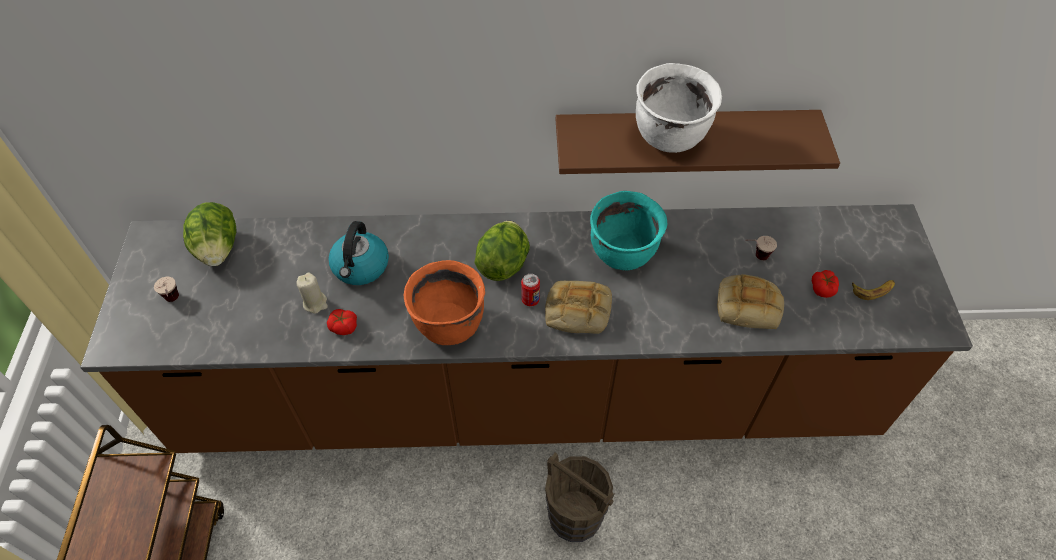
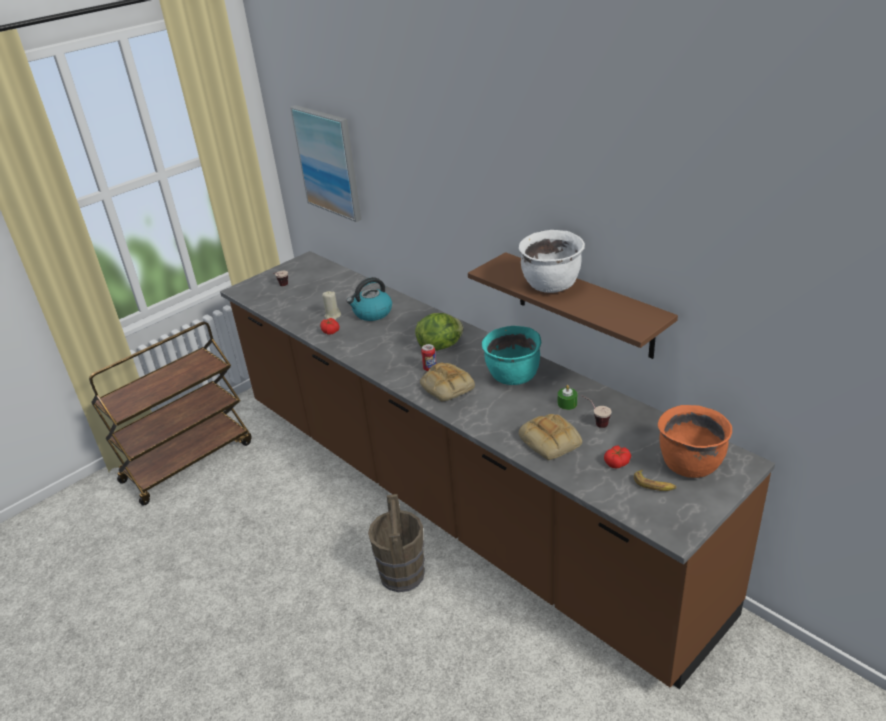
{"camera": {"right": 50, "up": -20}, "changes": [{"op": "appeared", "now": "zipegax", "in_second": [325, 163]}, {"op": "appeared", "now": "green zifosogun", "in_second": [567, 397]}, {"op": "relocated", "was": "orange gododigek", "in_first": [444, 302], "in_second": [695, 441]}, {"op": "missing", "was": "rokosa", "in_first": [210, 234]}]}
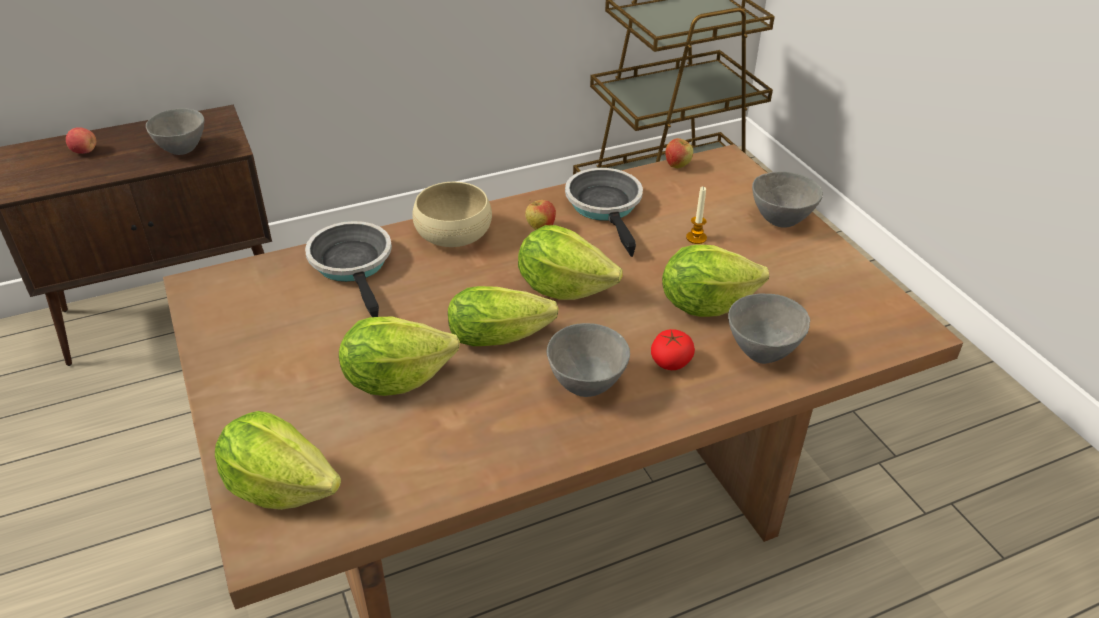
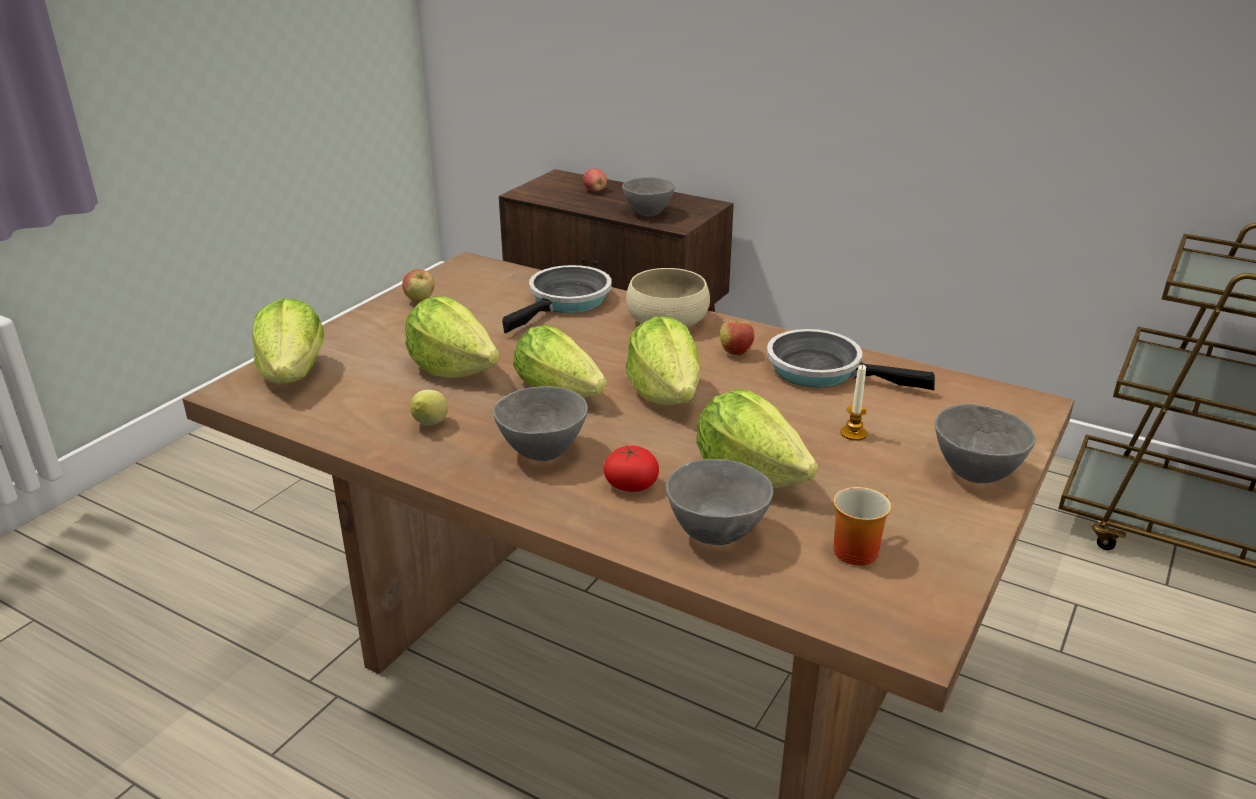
{"camera": {"right": 55, "up": -10}, "changes": [{"op": "relocated", "was": "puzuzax", "in_first": [679, 153], "in_second": [418, 286]}, {"op": "appeared", "now": "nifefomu", "in_second": [429, 408]}, {"op": "spun", "was": "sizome", "in_first": [604, 212], "in_second": [851, 359], "clockwise": -105}, {"op": "appeared", "now": "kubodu", "in_second": [862, 526]}]}
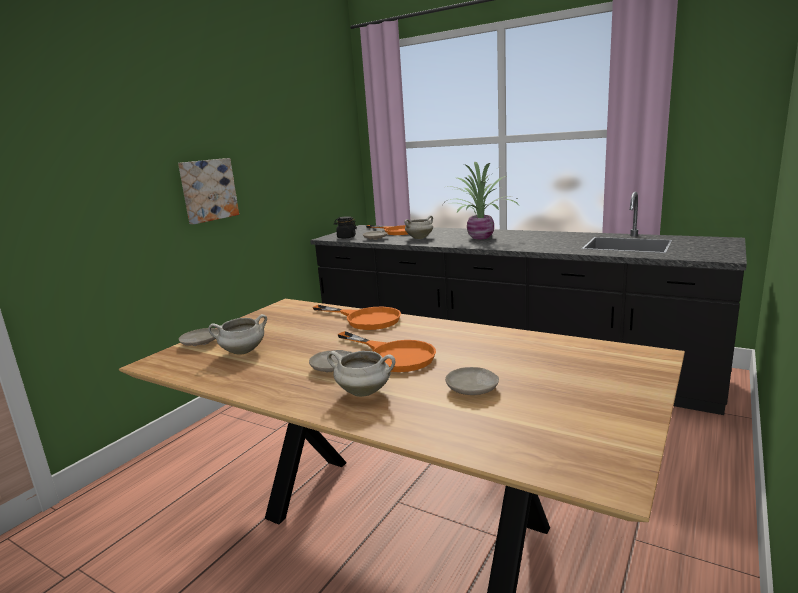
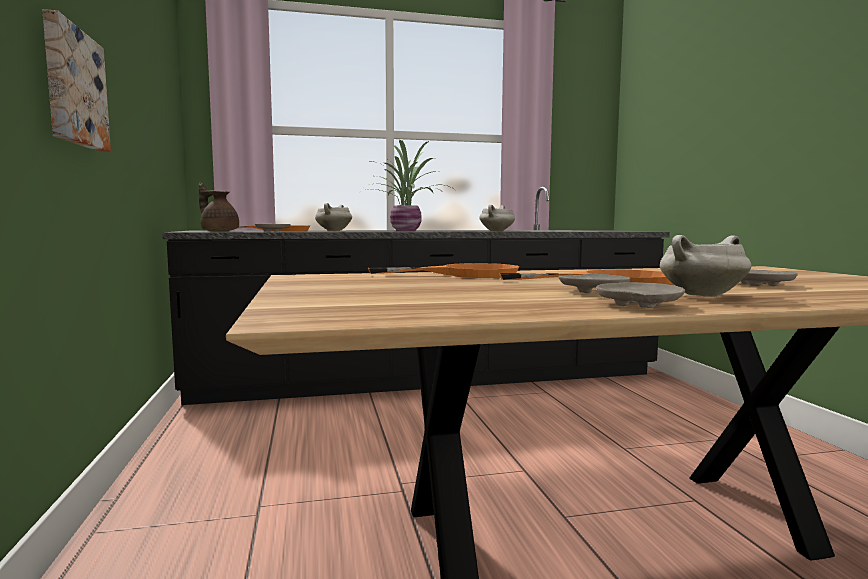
{"camera": {"right": -45, "up": -10}, "changes": [{"op": "exchanged", "was": "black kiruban", "now": "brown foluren", "in_first": [345, 227], "in_second": [219, 207]}, {"op": "relocated", "was": "white gododigek", "in_first": [237, 334], "in_second": [497, 218]}, {"op": "relocated", "was": "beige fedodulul", "in_first": [199, 337], "in_second": [640, 295]}]}
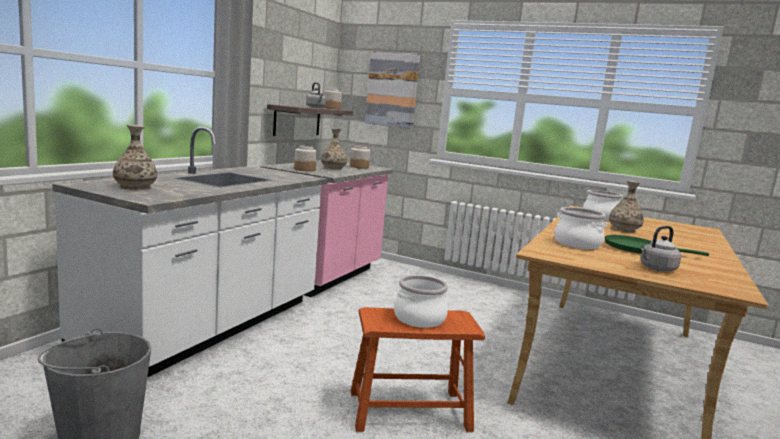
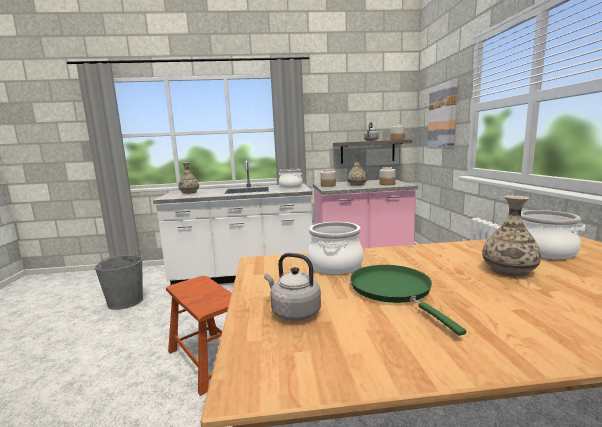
{"camera": {"right": 60, "up": 0}, "changes": [{"op": "relocated", "was": "gododigek", "in_first": [421, 301], "in_second": [290, 178]}]}
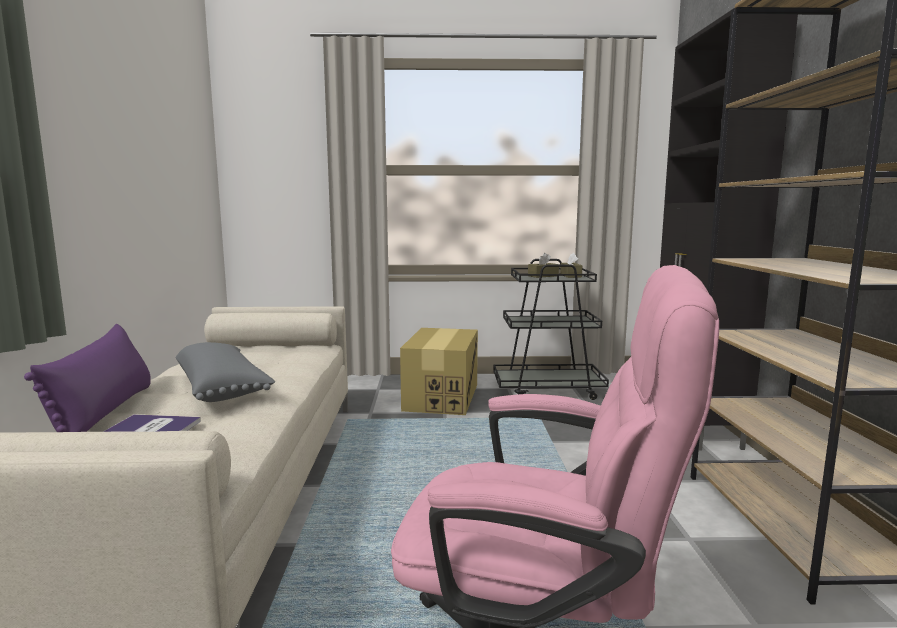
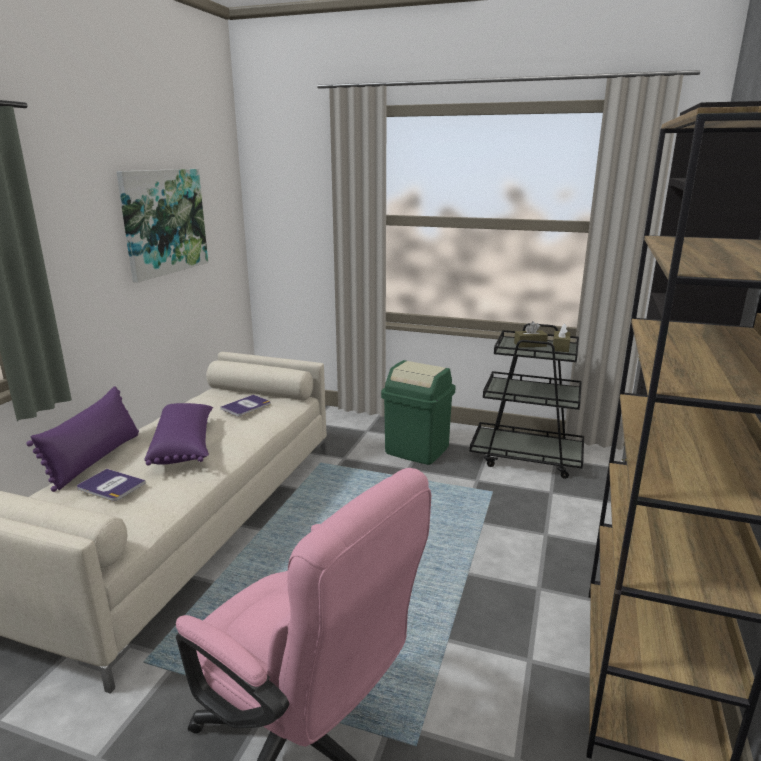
{"camera": {"right": 20, "up": 10}, "changes": [{"op": "appeared", "now": "zipegax", "in_second": [162, 225]}, {"op": "colour", "was": "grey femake", "now": "purple femake", "in_first": [226, 372], "in_second": [178, 434]}, {"op": "appeared", "now": "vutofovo", "in_second": [245, 405]}, {"op": "exchanged", "was": "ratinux", "now": "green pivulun", "in_first": [439, 371], "in_second": [418, 412]}]}
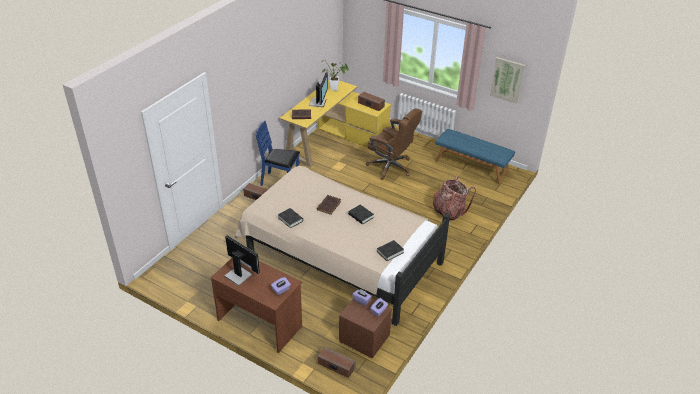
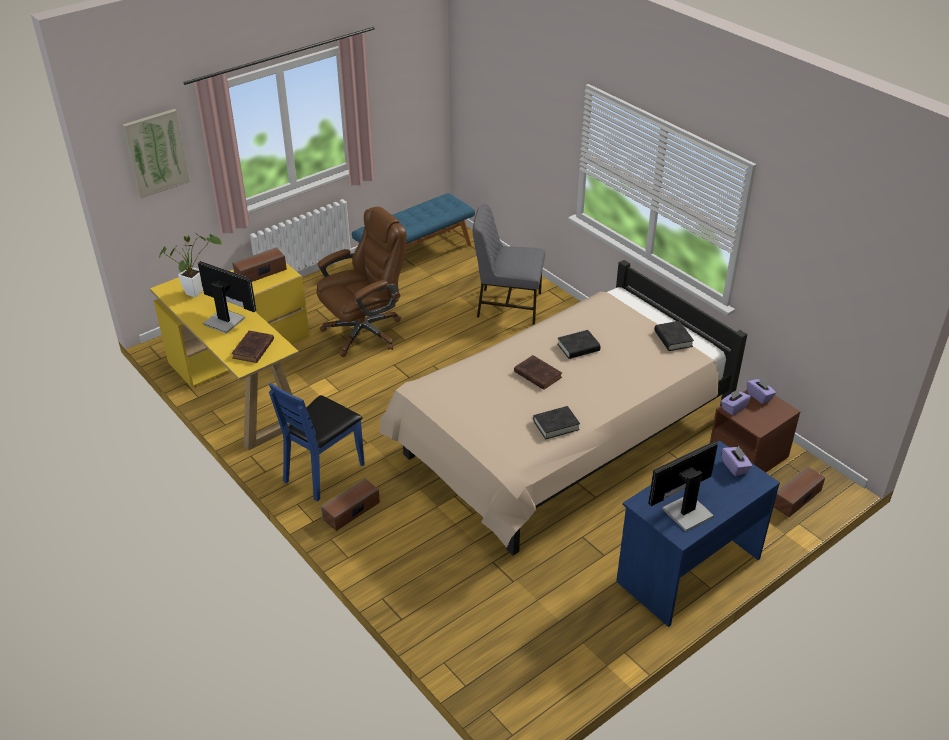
{"camera": {"right": -70, "up": 0}, "changes": [{"op": "relocated", "was": "zipegax", "in_first": [507, 80], "in_second": [156, 153]}, {"op": "exchanged", "was": "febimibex", "now": "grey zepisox", "in_first": [454, 198], "in_second": [509, 264]}, {"op": "colour", "was": "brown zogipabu", "now": "blue zogipabu", "in_first": [256, 305], "in_second": [698, 533]}]}
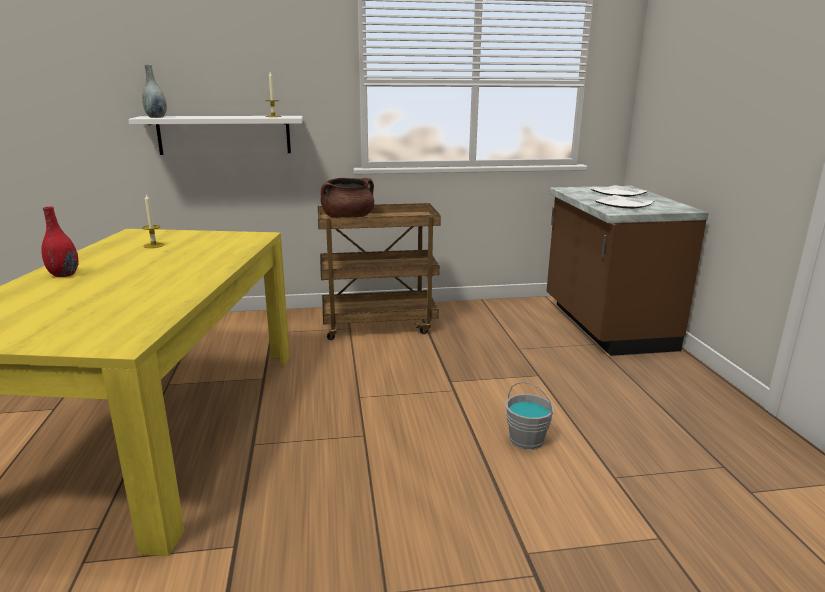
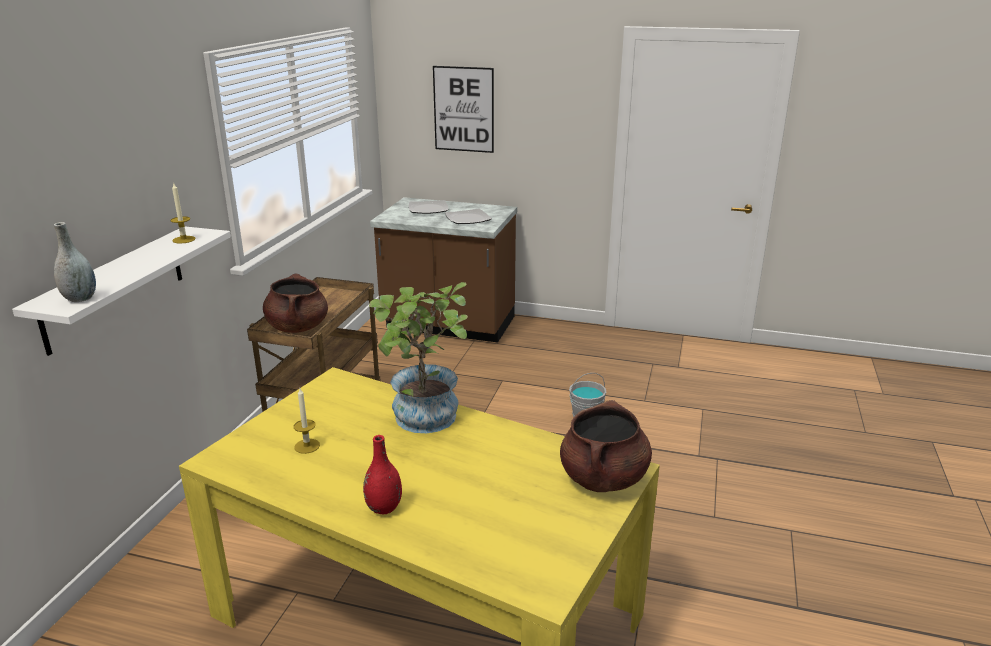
{"camera": {"right": -65, "up": 5}, "changes": [{"op": "appeared", "now": "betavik", "in_second": [418, 357]}, {"op": "appeared", "now": "zipegax", "in_second": [463, 109]}, {"op": "appeared", "now": "brown gododigek", "in_second": [606, 446]}]}
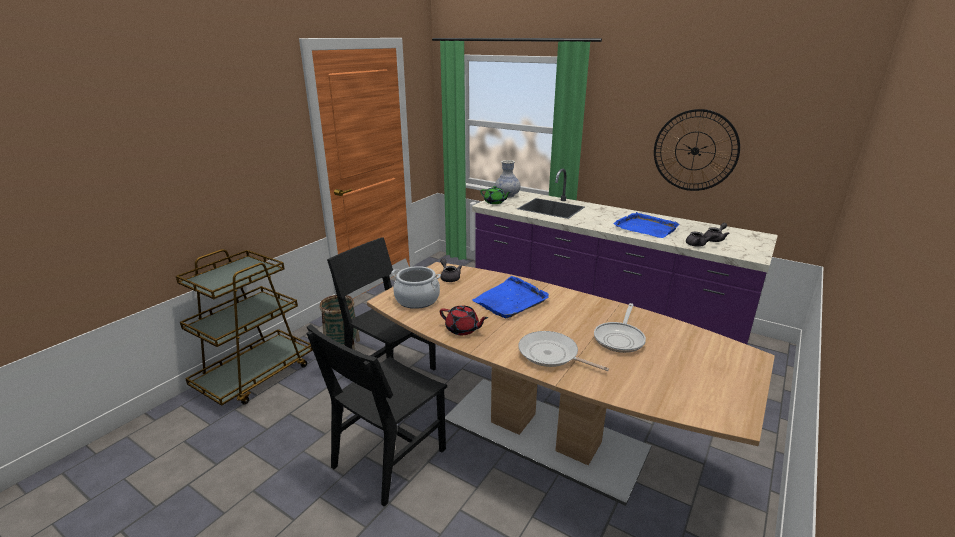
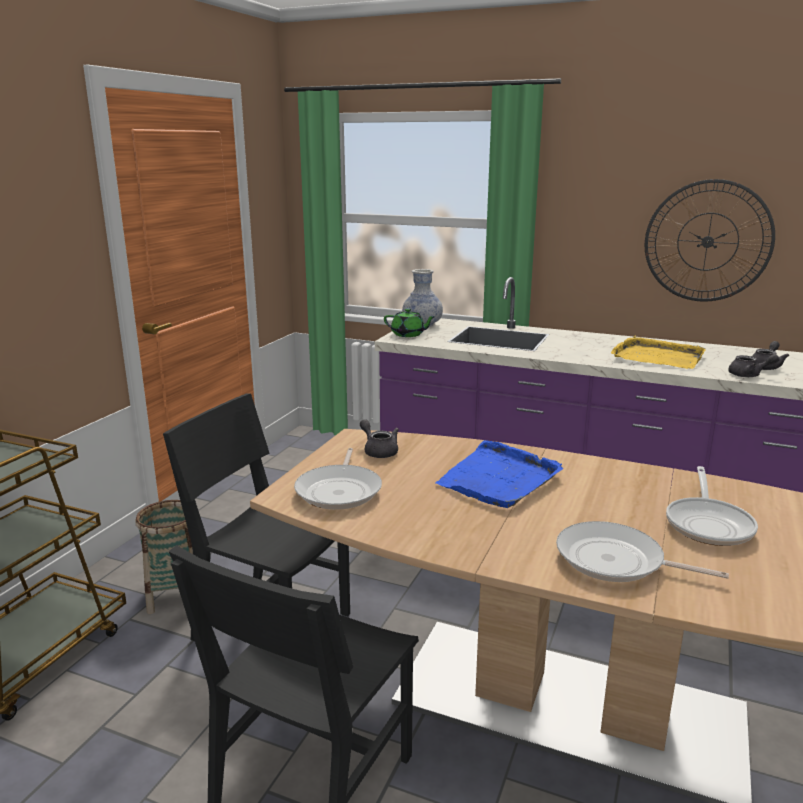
{"camera": {"right": -10, "up": -5}, "changes": [{"op": "exchanged", "was": "gododigek", "now": "sizome", "in_first": [416, 287], "in_second": [338, 479]}, {"op": "colour", "was": "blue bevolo", "now": "yellow bevolo", "in_first": [646, 225], "in_second": [658, 352]}, {"op": "missing", "was": "red foluren", "in_first": [464, 320]}]}
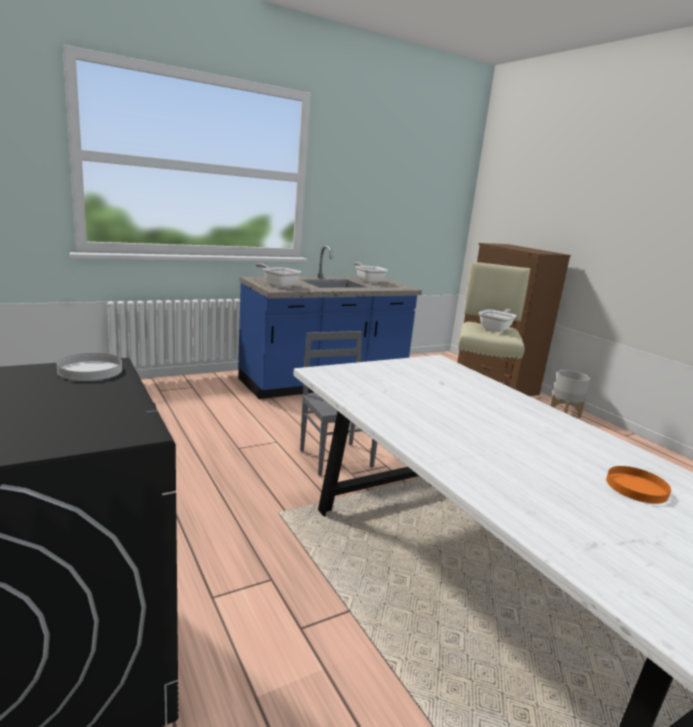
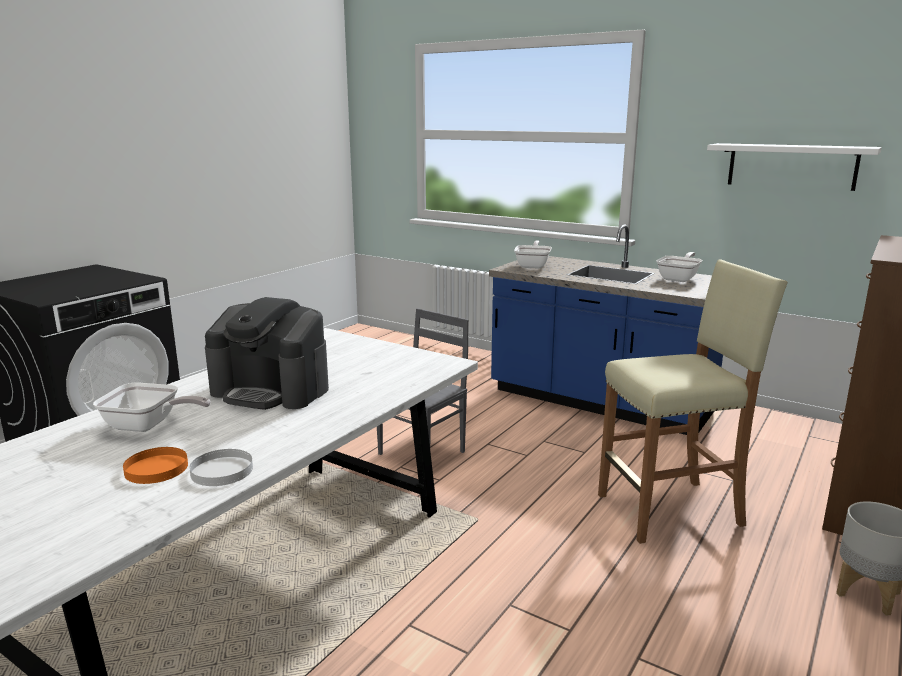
{"camera": {"right": 65, "up": 0}, "changes": [{"op": "relocated", "was": "sizome", "in_first": [498, 320], "in_second": [152, 407]}, {"op": "relocated", "was": "white fedodulul", "in_first": [89, 367], "in_second": [221, 467]}, {"op": "appeared", "now": "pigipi", "in_second": [267, 353]}, {"op": "appeared", "now": "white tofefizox", "in_second": [794, 167]}]}
